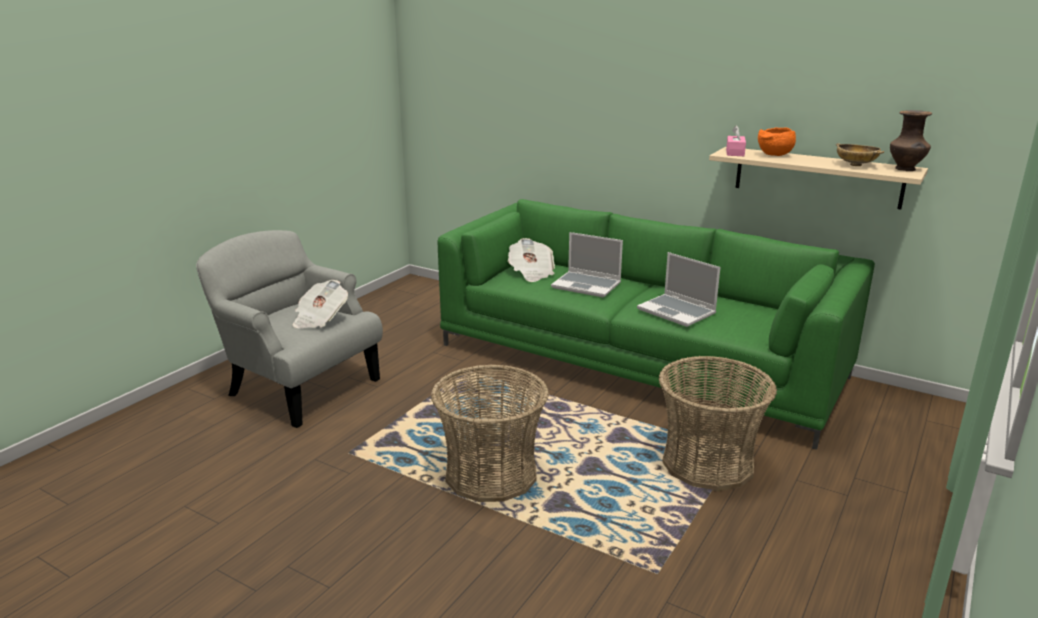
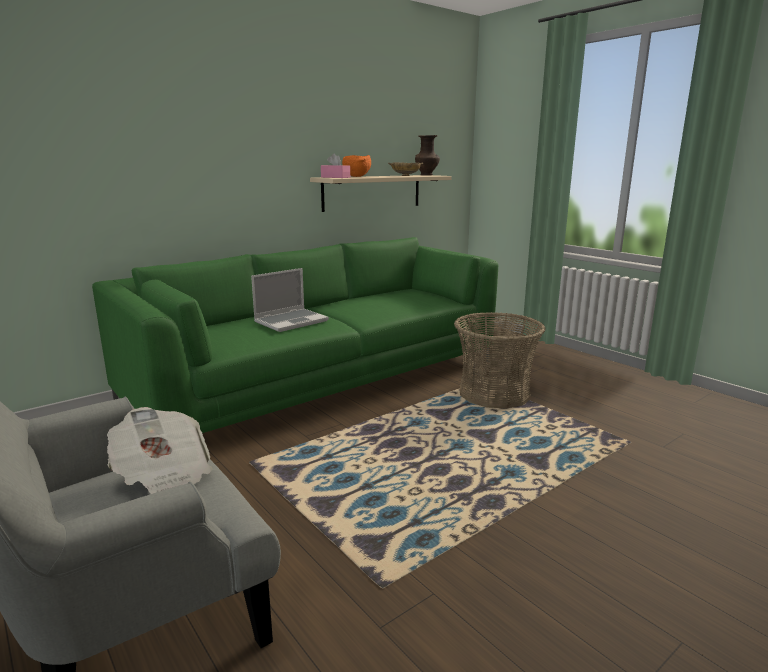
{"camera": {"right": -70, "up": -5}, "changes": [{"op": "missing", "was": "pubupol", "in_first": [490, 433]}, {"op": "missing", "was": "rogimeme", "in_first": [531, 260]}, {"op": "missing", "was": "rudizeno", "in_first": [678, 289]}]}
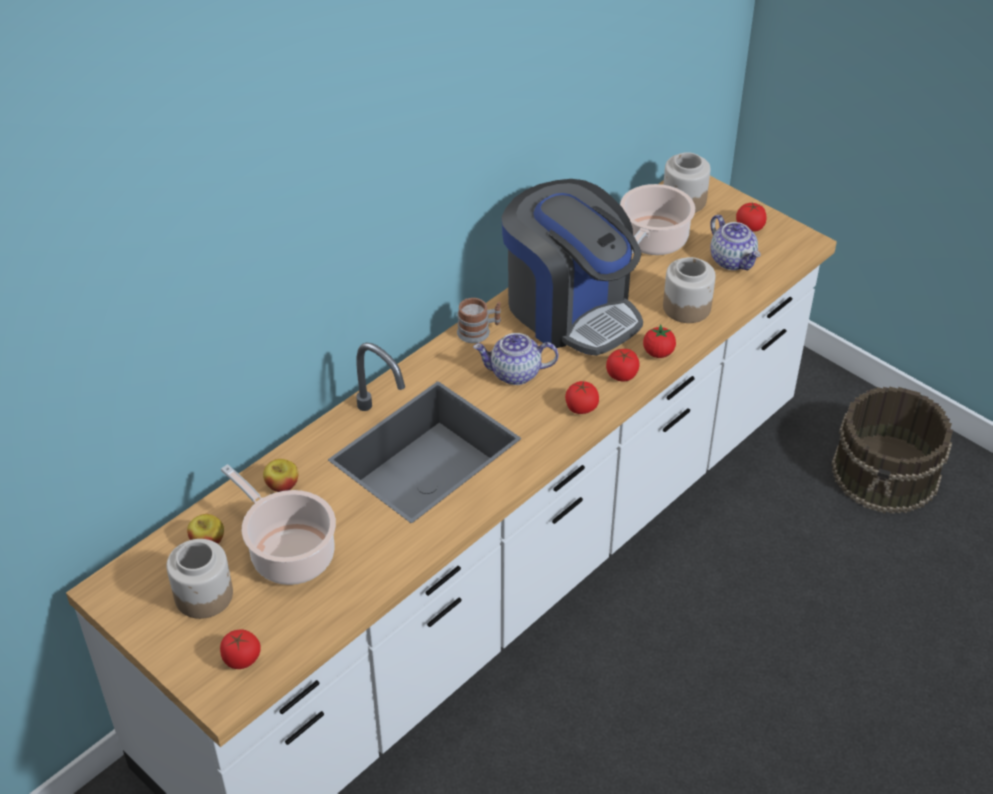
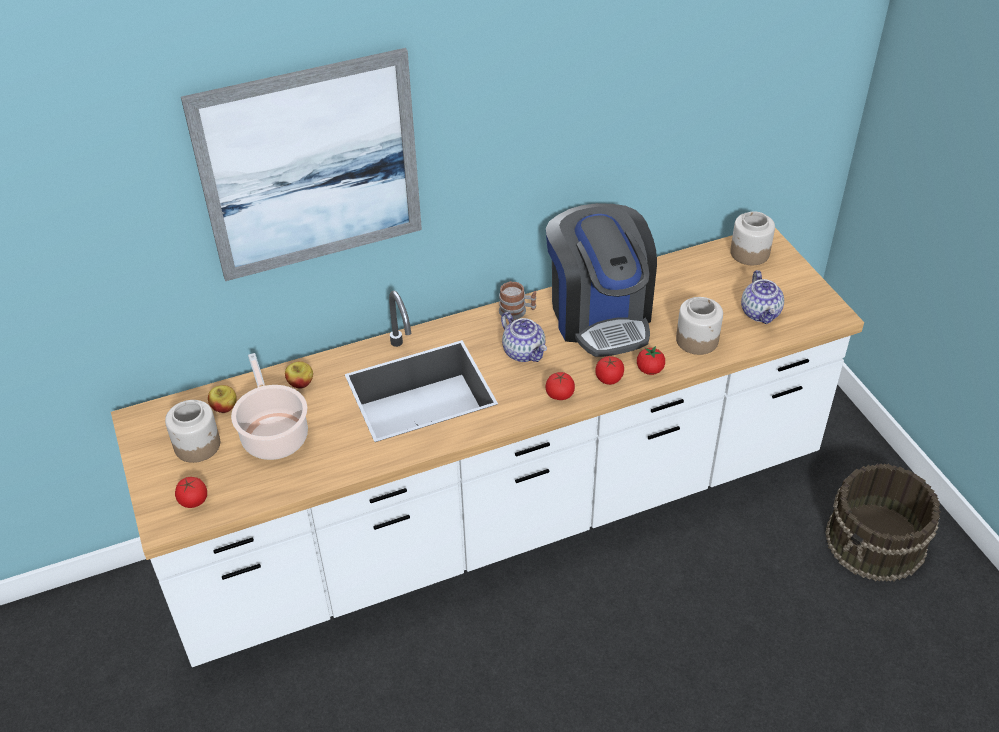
{"camera": {"right": 25, "up": 0}, "changes": [{"op": "appeared", "now": "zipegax", "in_second": [301, 164]}, {"op": "spun", "was": "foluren", "in_first": [515, 359], "in_second": [524, 337], "clockwise": -150}, {"op": "missing", "was": "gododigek", "in_first": [657, 219]}, {"op": "missing", "was": "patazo", "in_first": [751, 217]}]}
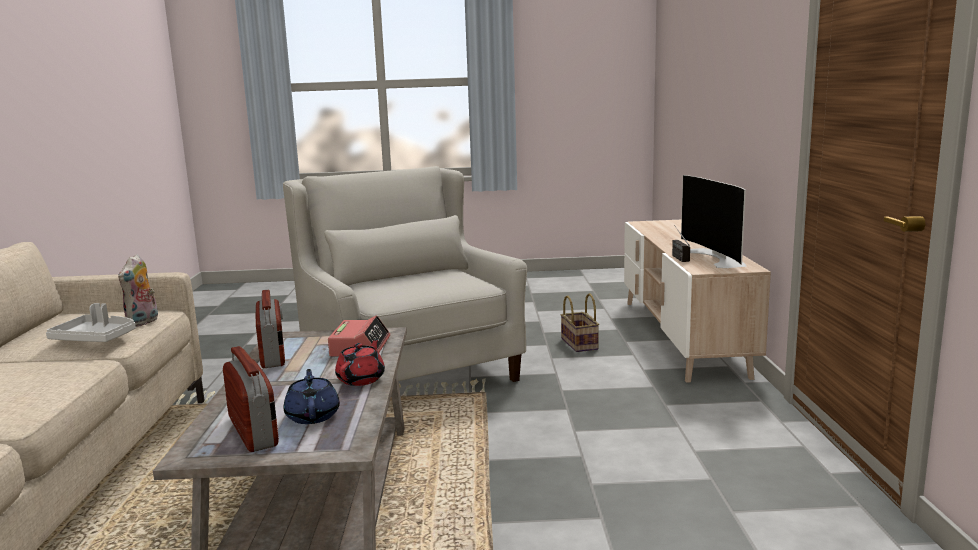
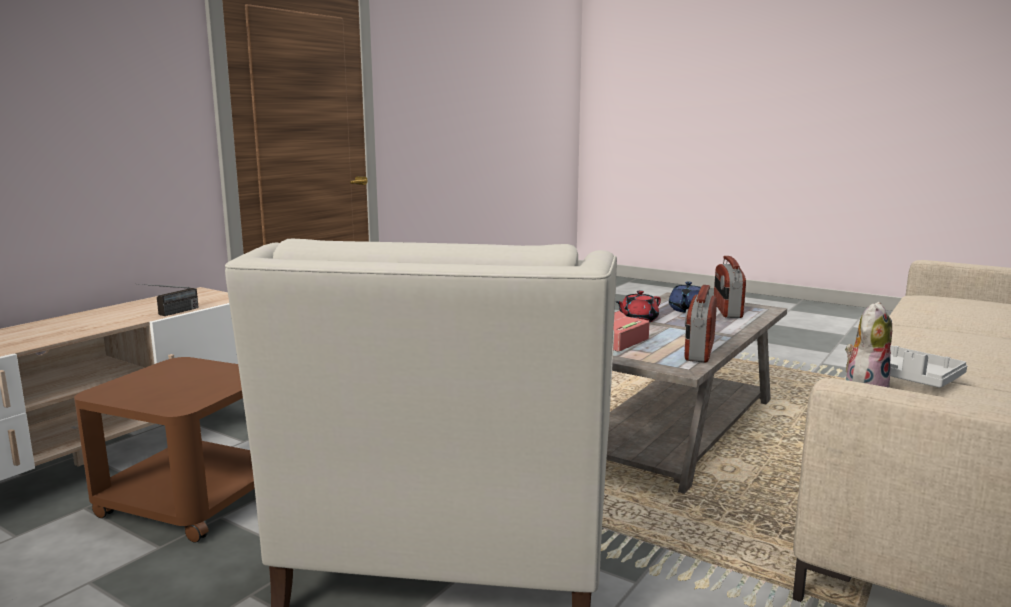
{"camera": {"right": -145, "up": 0}, "changes": [{"op": "exchanged", "was": "pubupol", "now": "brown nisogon", "in_first": [579, 322], "in_second": [164, 450]}, {"op": "missing", "was": "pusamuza", "in_first": [714, 221]}]}
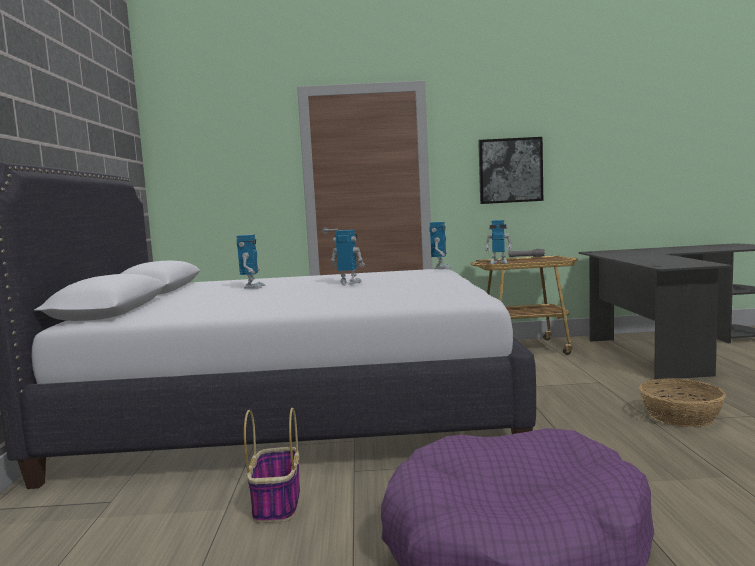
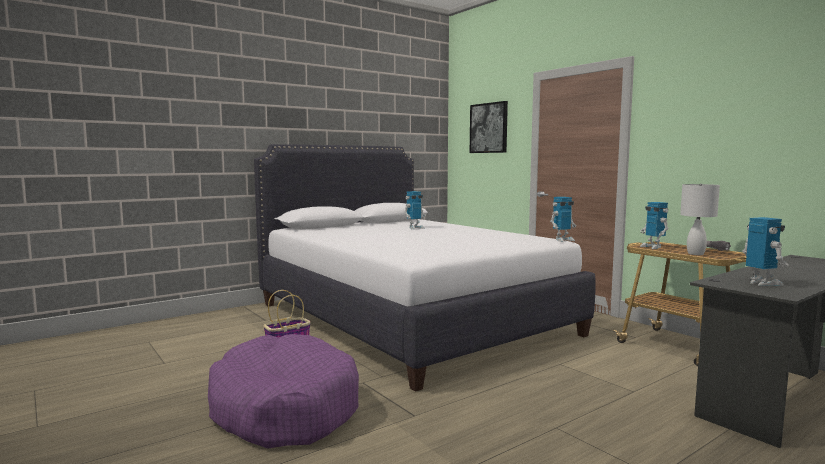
{"camera": {"right": 55, "up": 0}, "changes": [{"op": "relocated", "was": "zipegax", "in_first": [510, 170], "in_second": [489, 127]}, {"op": "appeared", "now": "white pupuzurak", "in_second": [700, 219]}, {"op": "relocated", "was": "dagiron", "in_first": [348, 257], "in_second": [765, 251]}, {"op": "missing", "was": "pubupol", "in_first": [682, 402]}]}
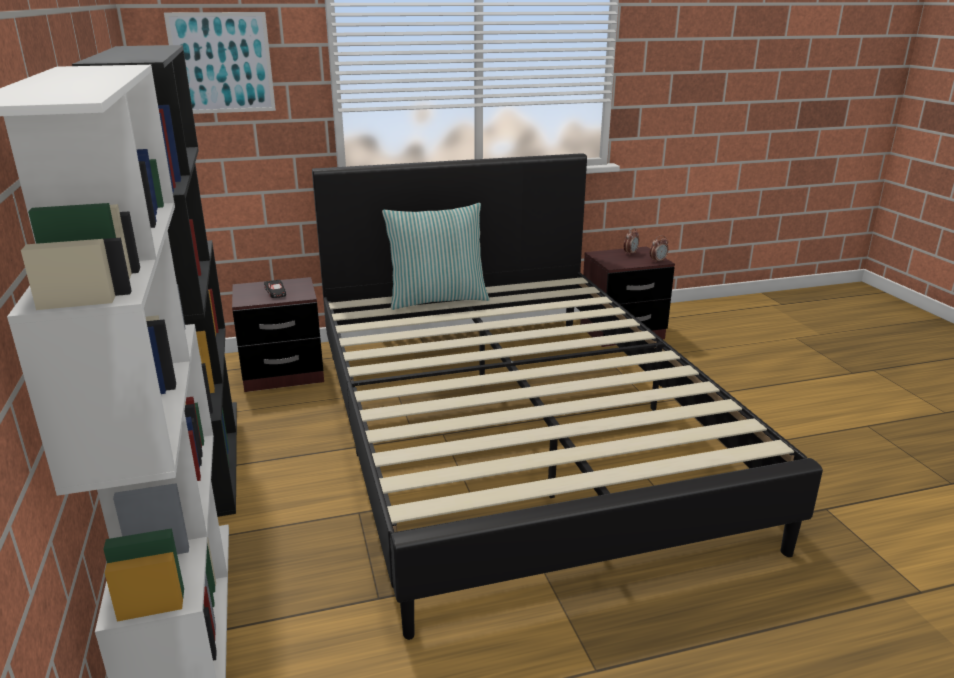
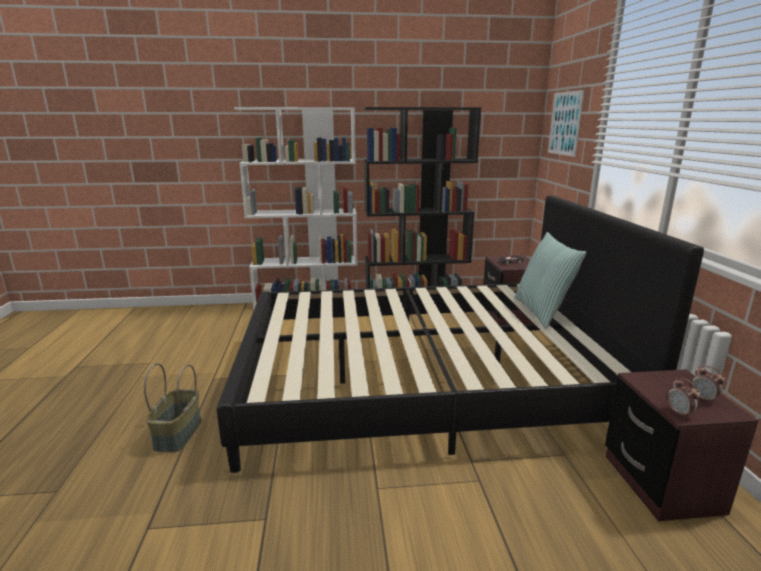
{"camera": {"right": 100, "up": -5}, "changes": [{"op": "appeared", "now": "pubupol", "in_second": [172, 407]}]}
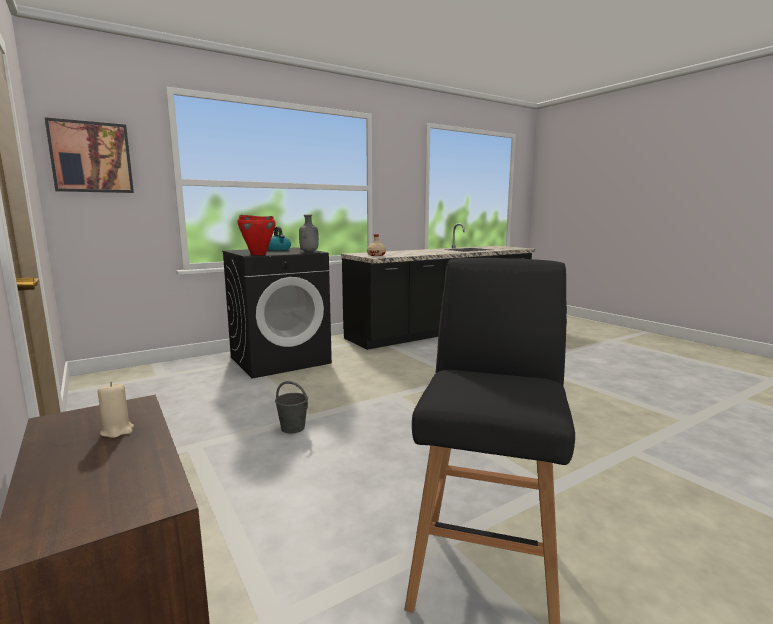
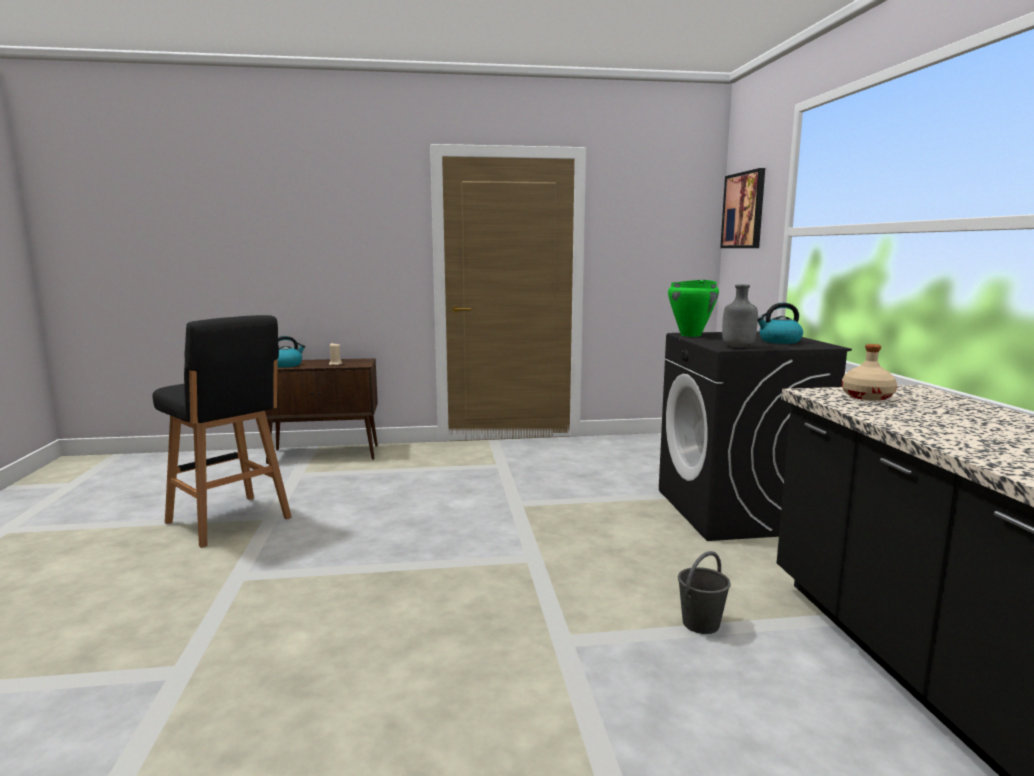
{"camera": {"right": 115, "up": 0}, "changes": [{"op": "appeared", "now": "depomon", "in_second": [291, 352]}, {"op": "colour", "was": "red gododigek", "now": "green gododigek", "in_first": [256, 235], "in_second": [693, 308]}, {"op": "relocated", "was": "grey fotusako", "in_first": [291, 407], "in_second": [704, 592]}]}
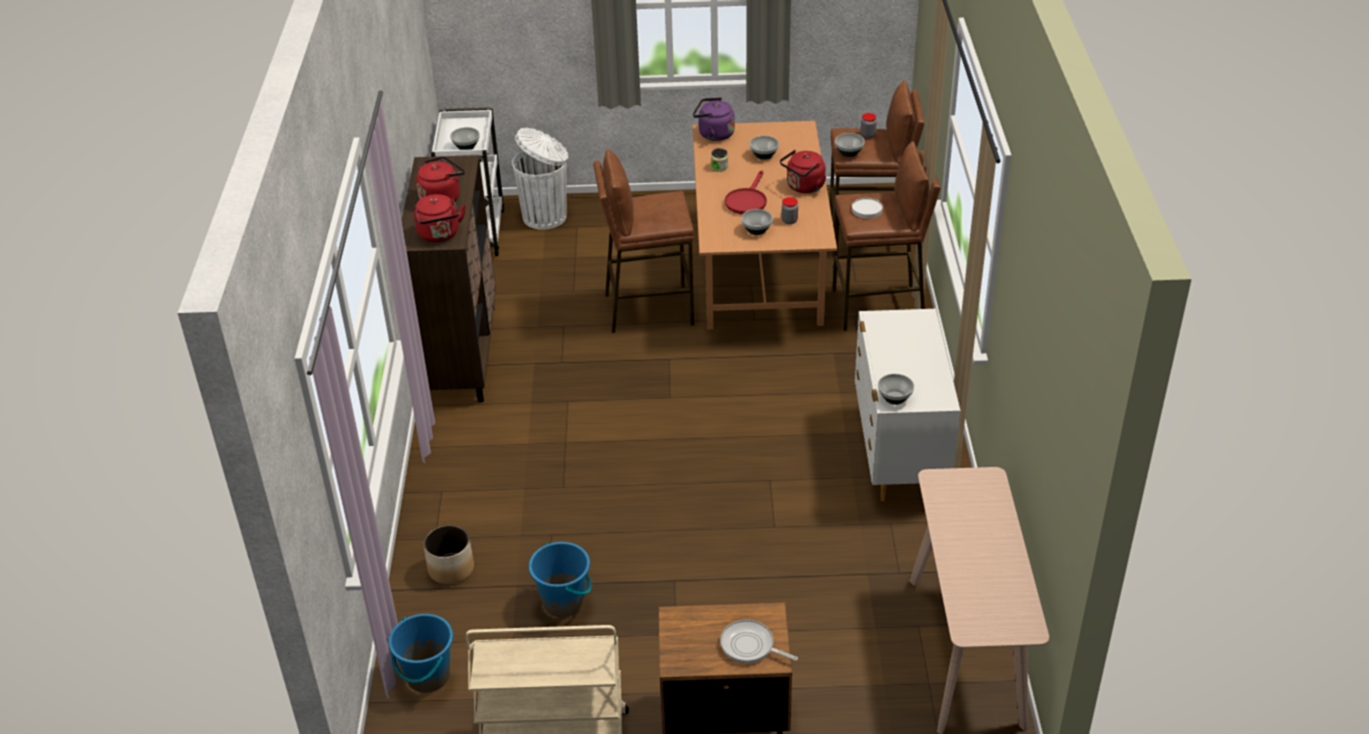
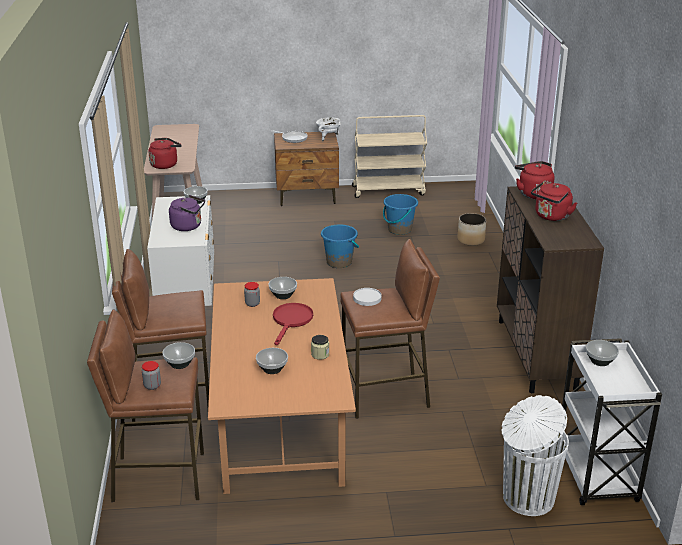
{"camera": {"right": 175, "up": -10}, "changes": [{"op": "relocated", "was": "red depomon", "in_first": [803, 171], "in_second": [165, 153]}, {"op": "relocated", "was": "purple depomon", "in_first": [714, 119], "in_second": [187, 213]}, {"op": "appeared", "now": "white gododigek", "in_second": [328, 129]}, {"op": "relocated", "was": "blue fotusako", "in_first": [420, 653], "in_second": [340, 246]}, {"op": "relocated", "was": "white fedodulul", "in_first": [867, 208], "in_second": [367, 297]}]}
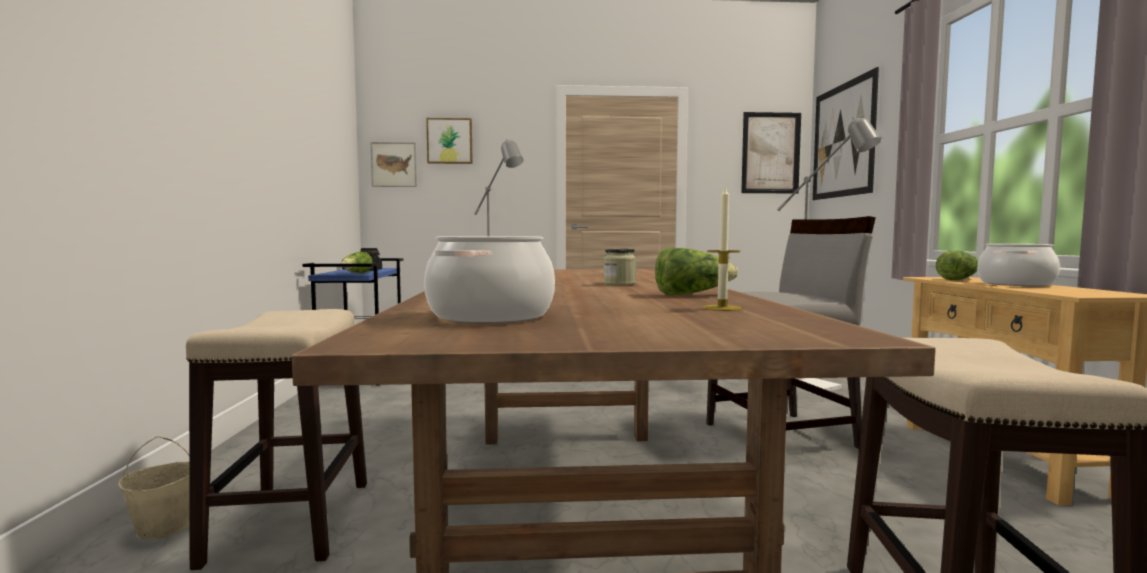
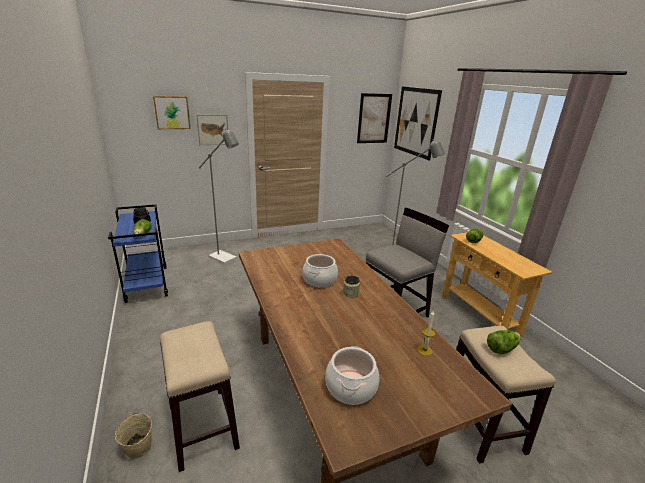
{"camera": {"right": -20, "up": 20}, "changes": [{"op": "relocated", "was": "zipegax", "in_first": [394, 164], "in_second": [212, 129]}, {"op": "relocated", "was": "gododigek", "in_first": [1018, 265], "in_second": [320, 270]}, {"op": "relocated", "was": "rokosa", "in_first": [696, 271], "in_second": [504, 342]}]}
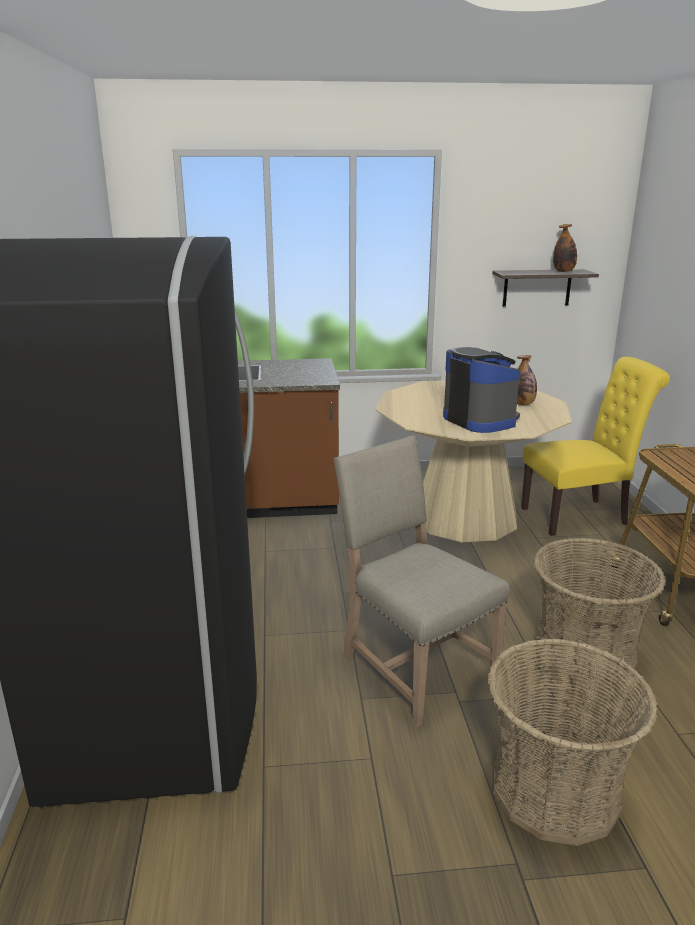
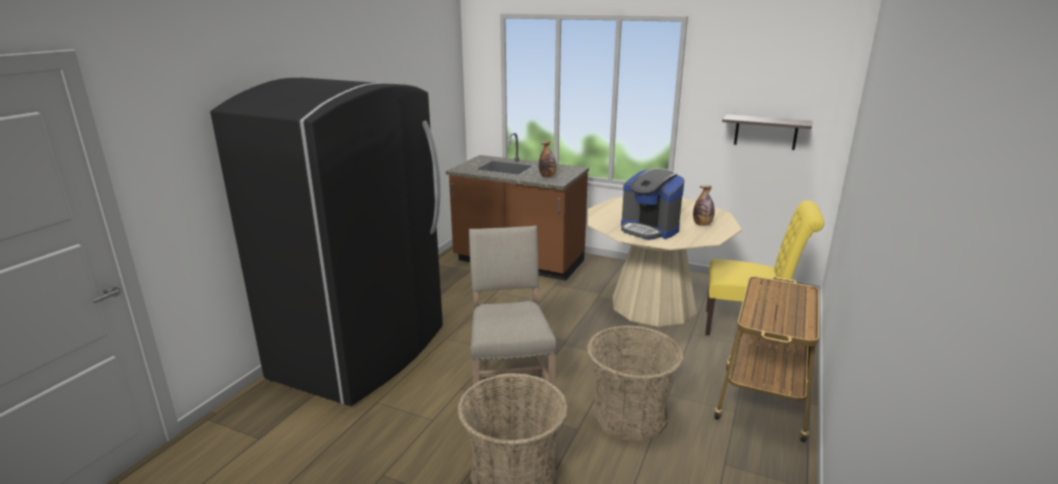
{"camera": {"right": 30, "up": 0}, "changes": [{"op": "relocated", "was": "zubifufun", "in_first": [565, 248], "in_second": [548, 159]}, {"op": "spun", "was": "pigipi", "in_first": [482, 390], "in_second": [652, 204], "clockwise": 135}]}
